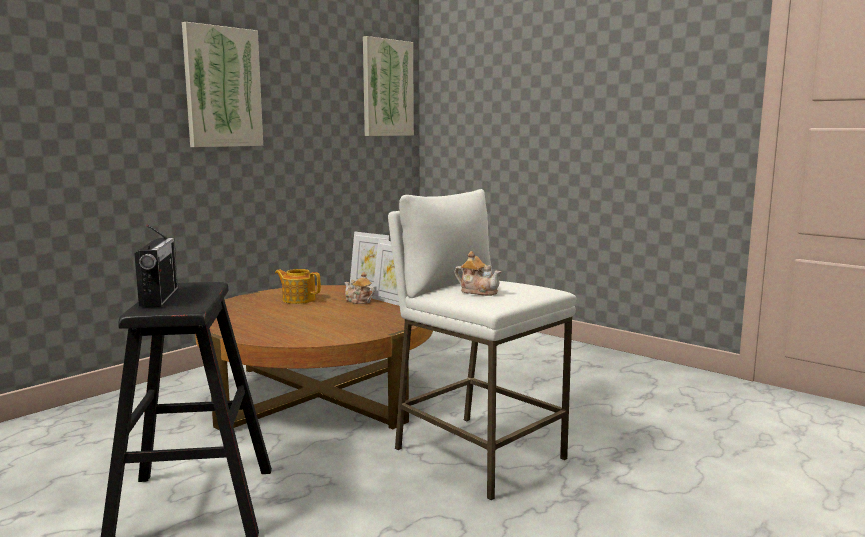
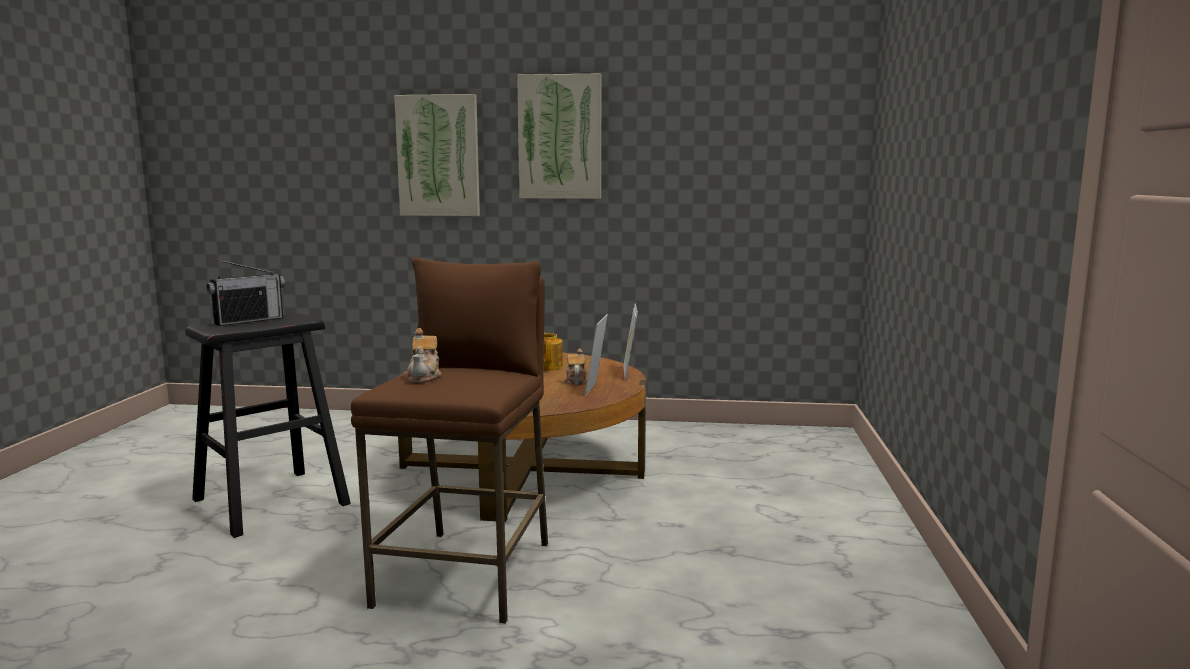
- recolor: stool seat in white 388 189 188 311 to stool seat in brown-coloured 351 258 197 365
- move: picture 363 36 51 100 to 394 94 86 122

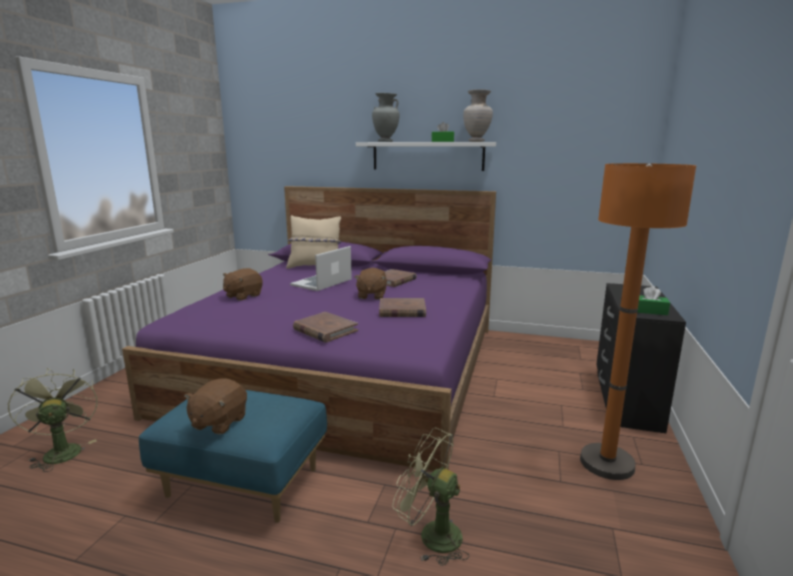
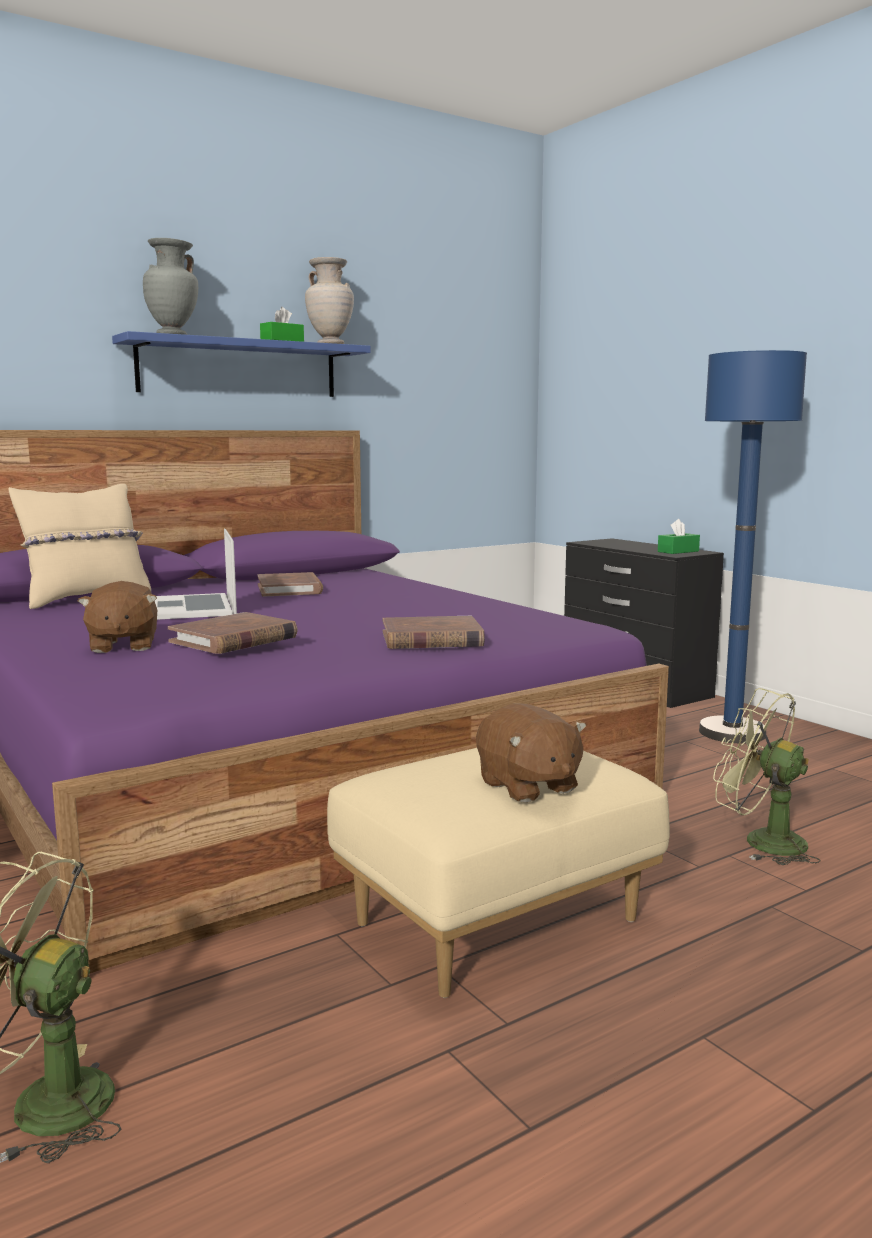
- recolor: bracket shelf in white 356 142 140 29 to bracket shelf in blue 112 331 259 66
- move: bound book in brown-coloured 379 298 47 19 to 168 612 129 42
- recolor: pouffe in blue 139 390 188 133 to pouffe in beige-coloured 327 748 343 250
- recolor: standard lamp in orange-coloured 580 163 116 317 to standard lamp in blue 699 350 108 394
- rotate: fan in green 392 428 77 138 = 713 688 108 177 60 degrees clockwise
- delete: soft toy in brown-coloured 355 268 32 32

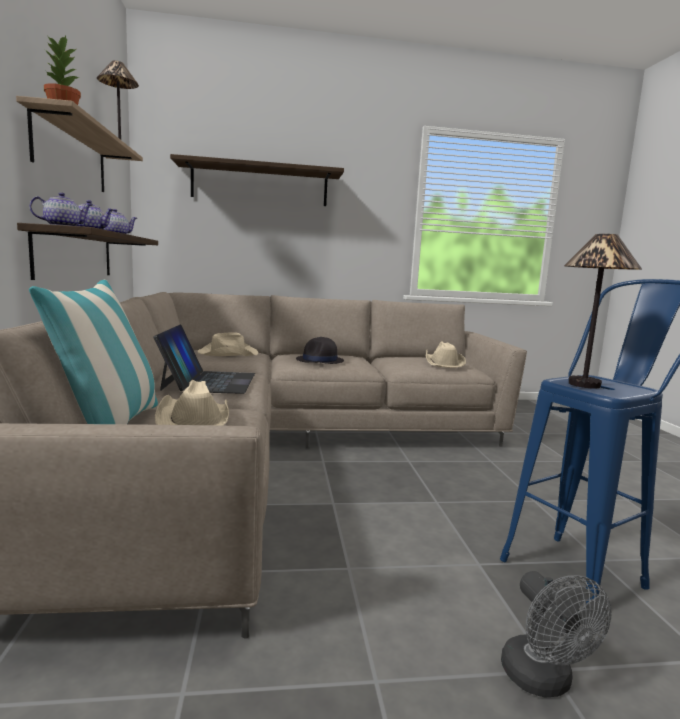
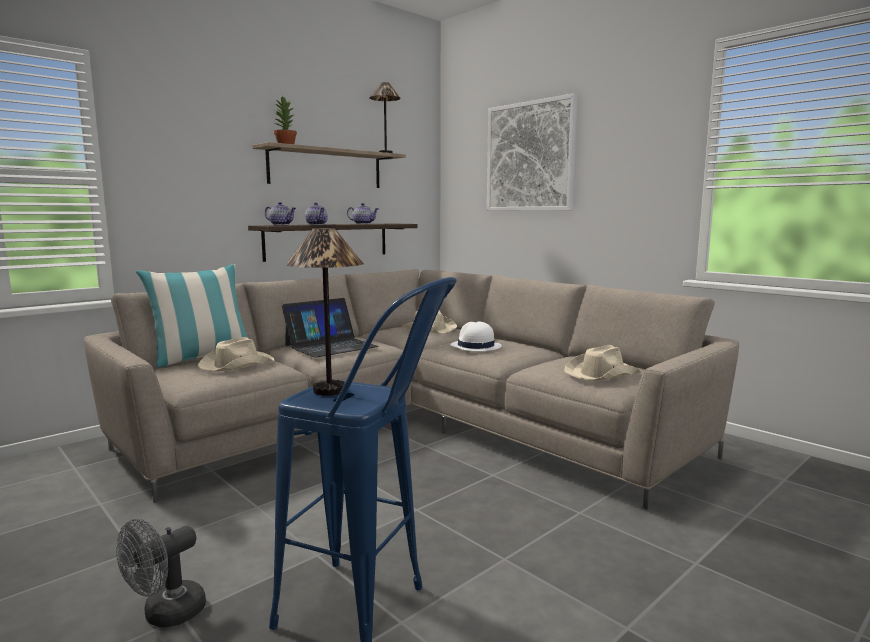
- recolor: clothing hat in black-coloured 296 337 48 27 to clothing hat in white 450 322 52 29
- replace: bracket shelf 170 154 174 52 to picture 487 93 91 118

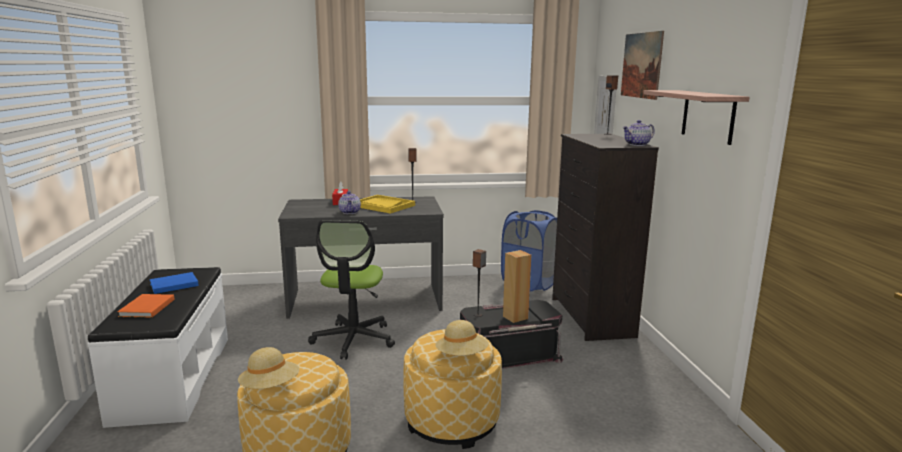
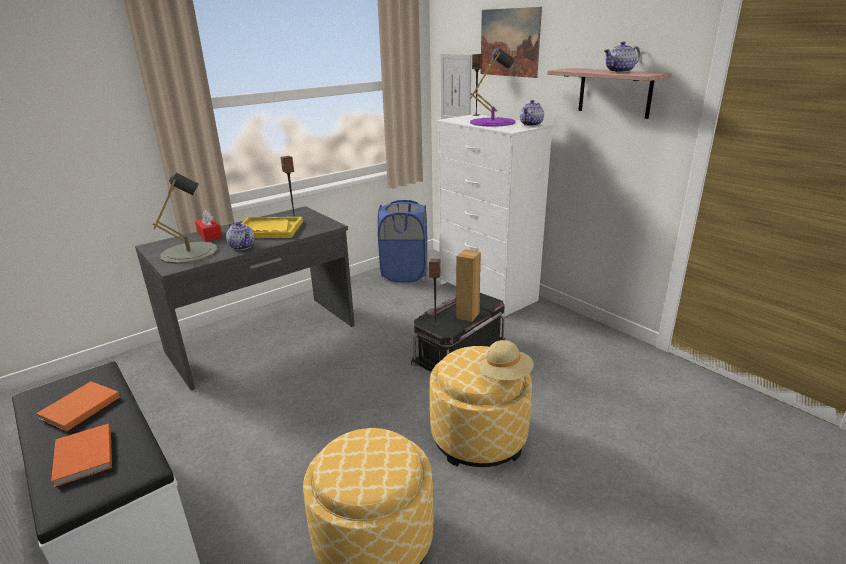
- recolor: bound book in blue 150 272 49 22 to bound book in orange-coloured 36 381 84 51
- insert: tabletop lamp in grey 153 173 65 91
- recolor: drawer chest in black-coloured 552 134 107 207 to drawer chest in white 436 114 117 203
- insert: tabletop lamp in purple-coloured 470 48 46 79
- insert: teapot 604 41 36 32
- delete: clothing hat in beige-coloured 238 347 61 42
- delete: office chair 308 220 87 140

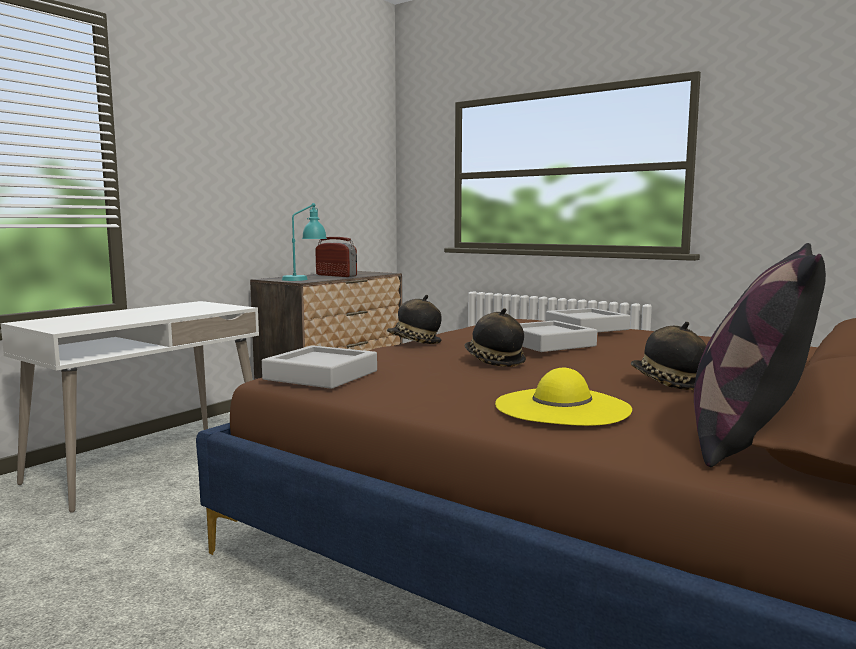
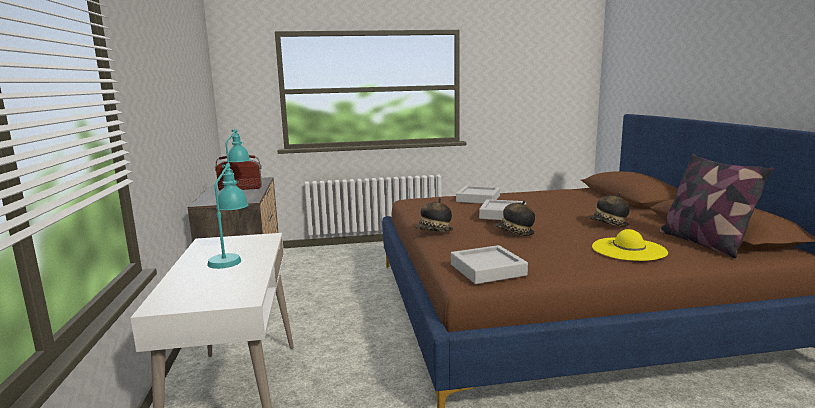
- insert: tabletop lamp in turquoise 207 164 41 105

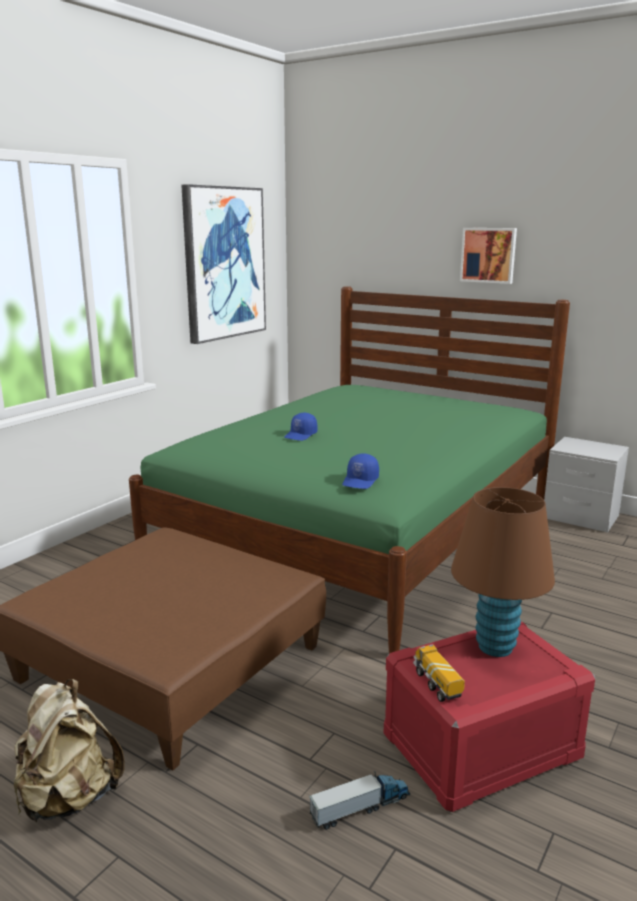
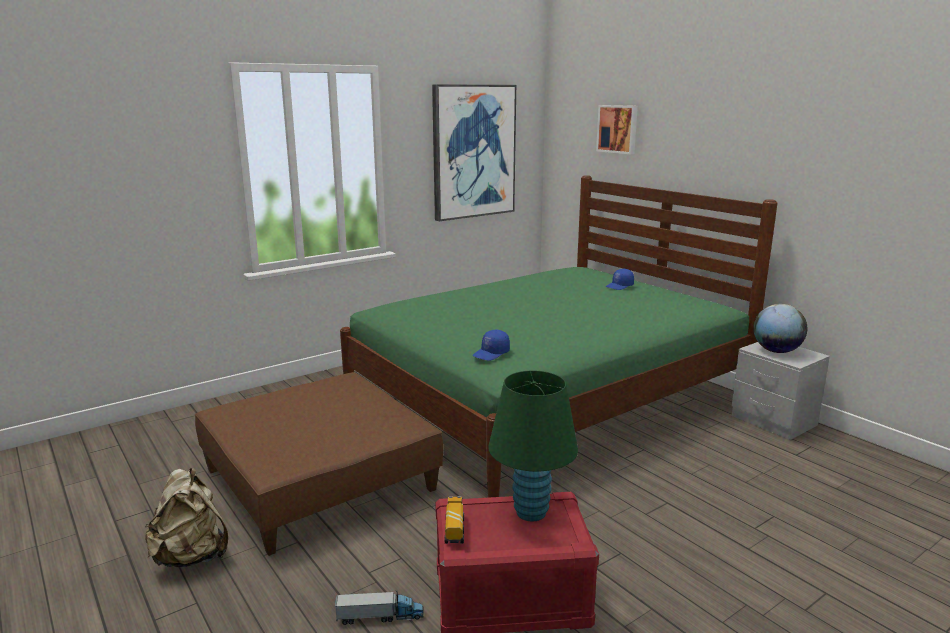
- recolor: tabletop lamp in brown-coloured 451 487 104 170 to tabletop lamp in green 488 371 90 150
- move: picture 460 228 57 56 to 596 105 42 49
- move: baseball cap in blue 284 413 33 28 to 606 269 28 21
- insert: globe 753 304 54 49

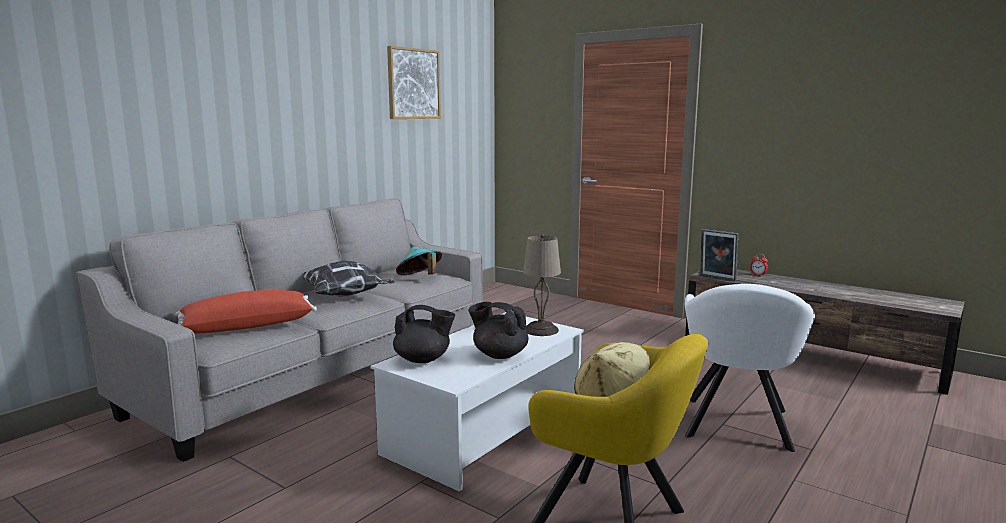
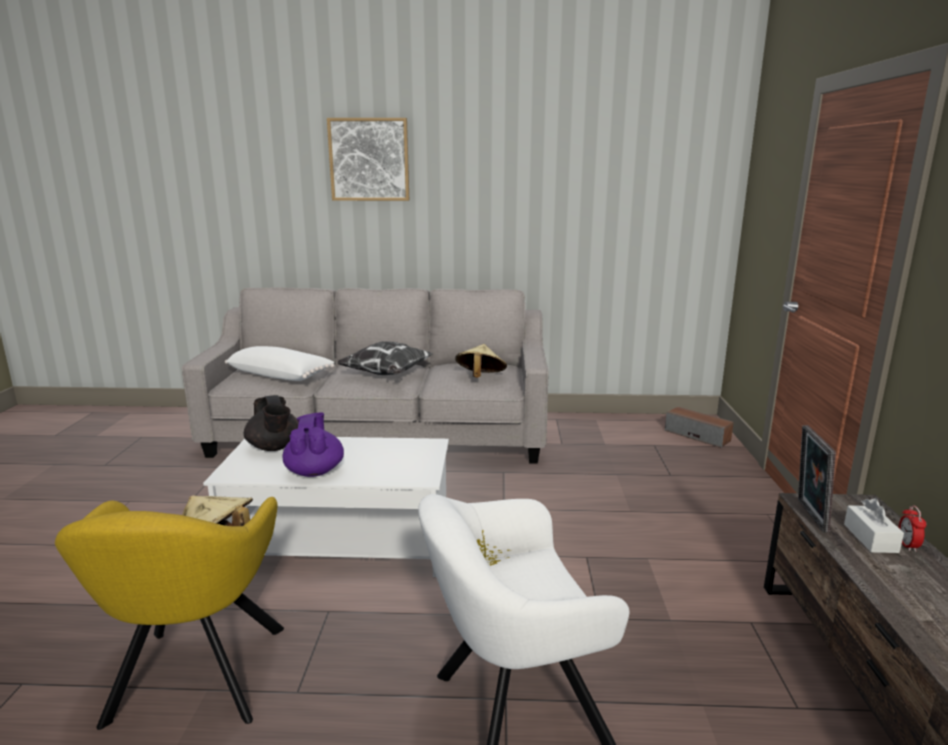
- recolor: pillow in red 175 290 142 43 to pillow in white 225 346 110 35
- recolor: teapot in black-coloured 468 302 60 57 to teapot in purple-coloured 283 412 61 65
- move: picture 387 46 54 73 to 327 118 82 83
- recolor: clothing hat in turquoise 396 246 46 30 to clothing hat in beige-coloured 455 344 52 34
- insert: audio speaker 665 407 69 41
- insert: box of tissues in white 844 498 60 55
- delete: tabletop lamp in beige-coloured 523 234 38 102

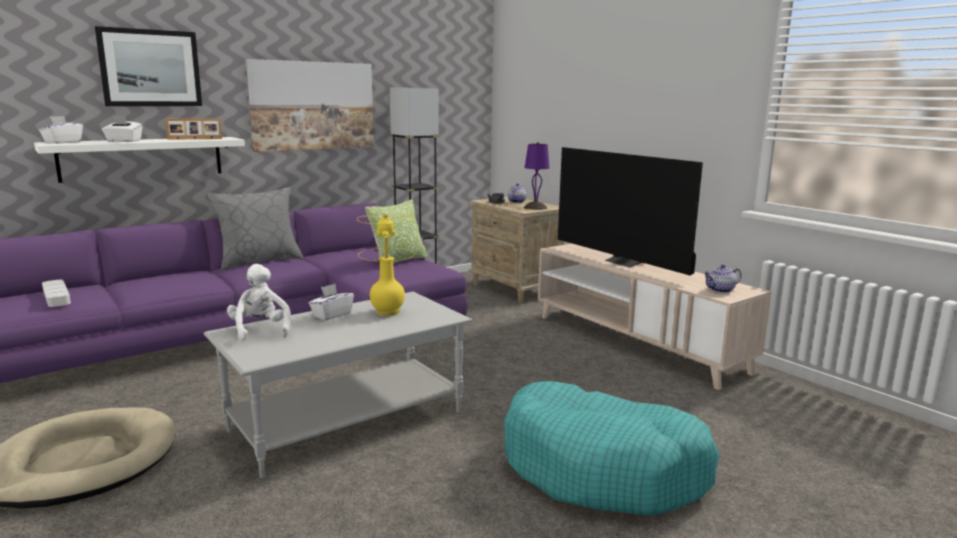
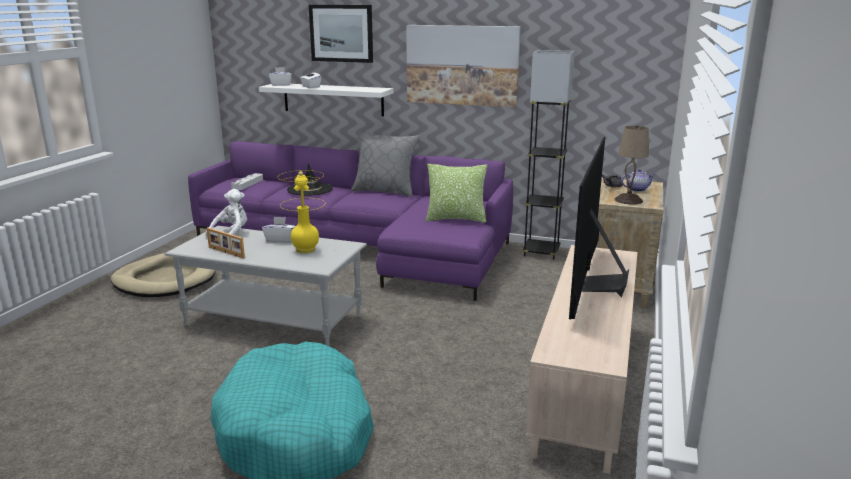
- move: photo frame 165 119 57 21 to 207 228 38 30
- insert: clothing hat in black-coloured 287 163 46 33
- recolor: tabletop lamp in purple-coloured 524 142 26 68 to tabletop lamp in beige-coloured 615 125 34 80
- delete: teapot 703 264 39 29

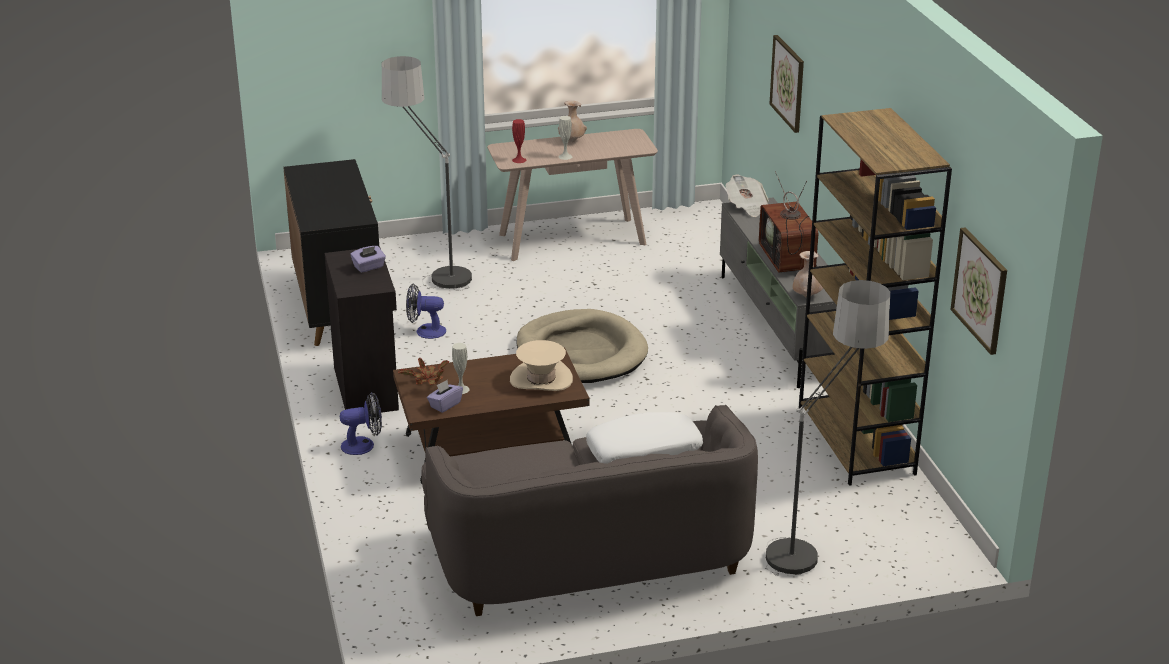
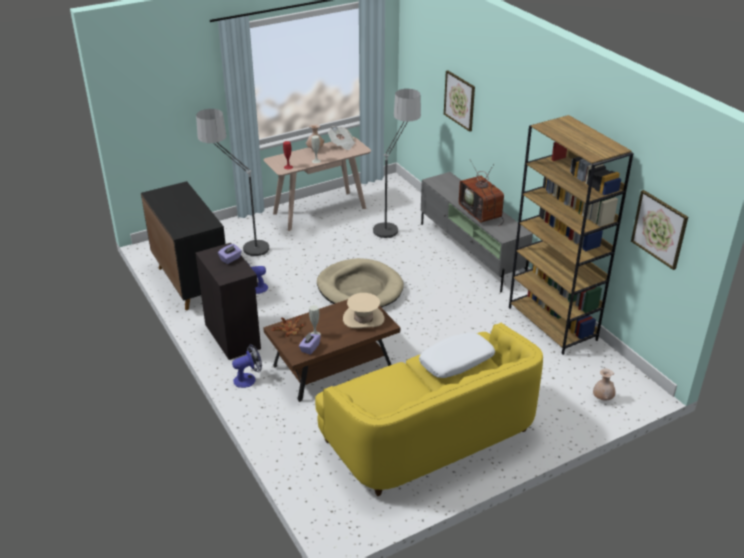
- recolor: settee in grey 421 405 337 211 to settee in yellow-coloured 315 323 228 173
- move: newspaper 725 174 44 43 to 328 126 28 25
- move: standard lamp 766 280 124 295 to 372 89 49 151
- move: decorative vase in beige-coloured 792 251 31 47 to 593 369 23 31

